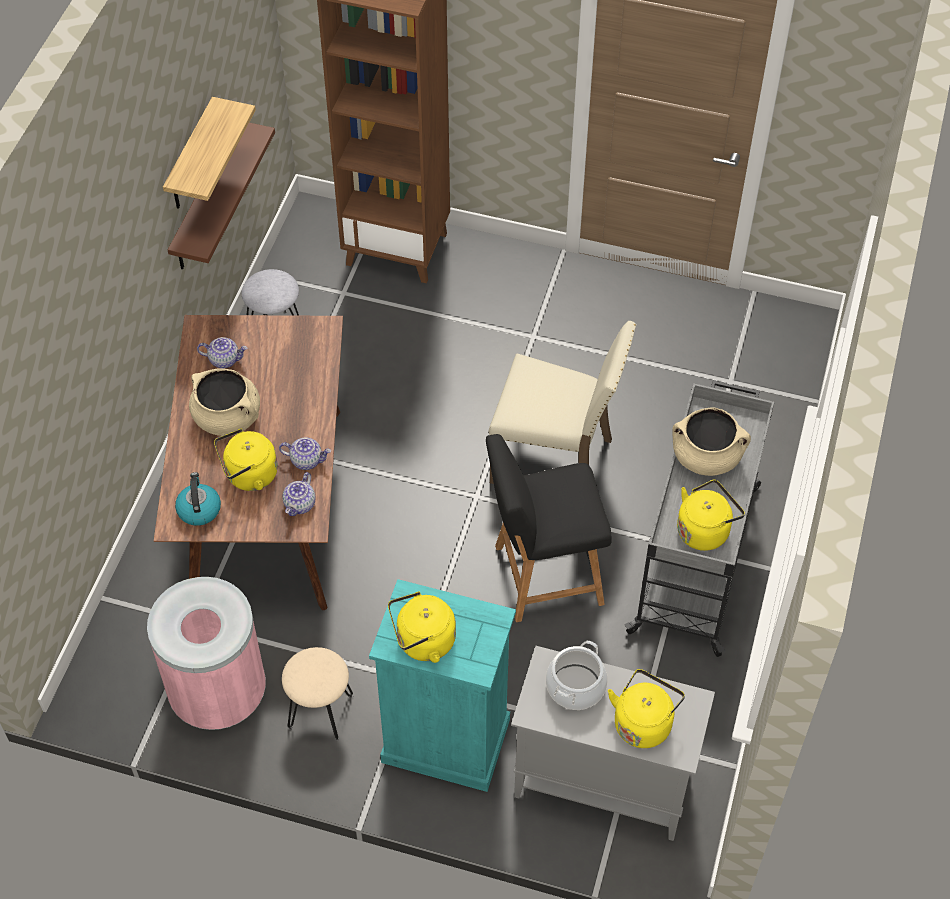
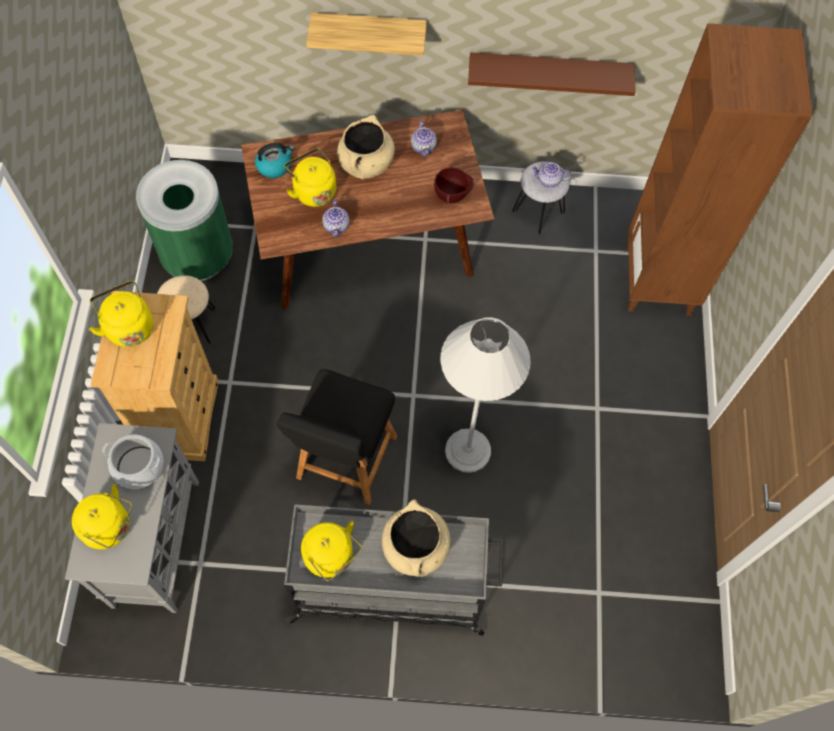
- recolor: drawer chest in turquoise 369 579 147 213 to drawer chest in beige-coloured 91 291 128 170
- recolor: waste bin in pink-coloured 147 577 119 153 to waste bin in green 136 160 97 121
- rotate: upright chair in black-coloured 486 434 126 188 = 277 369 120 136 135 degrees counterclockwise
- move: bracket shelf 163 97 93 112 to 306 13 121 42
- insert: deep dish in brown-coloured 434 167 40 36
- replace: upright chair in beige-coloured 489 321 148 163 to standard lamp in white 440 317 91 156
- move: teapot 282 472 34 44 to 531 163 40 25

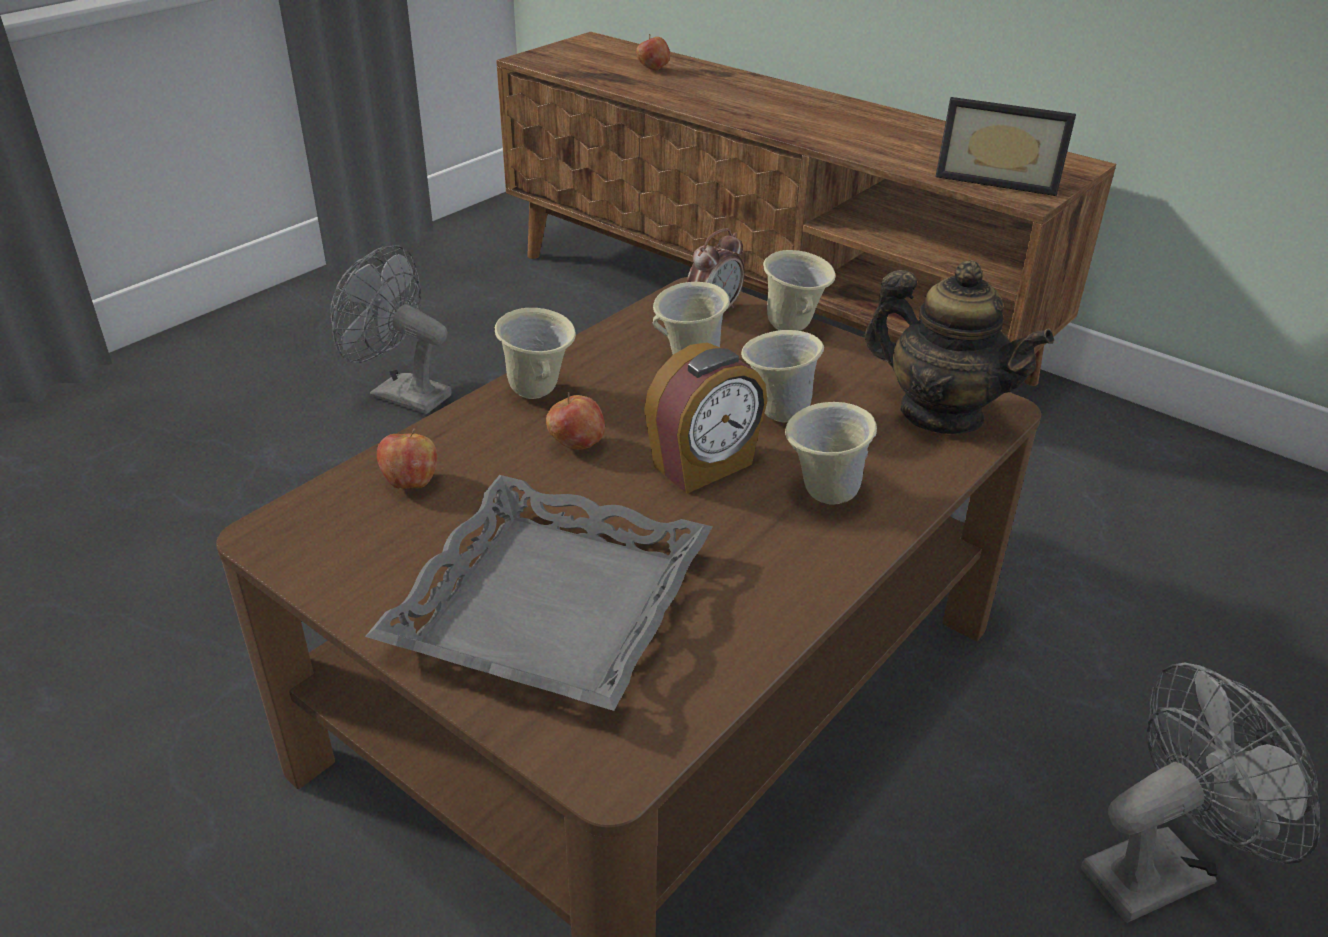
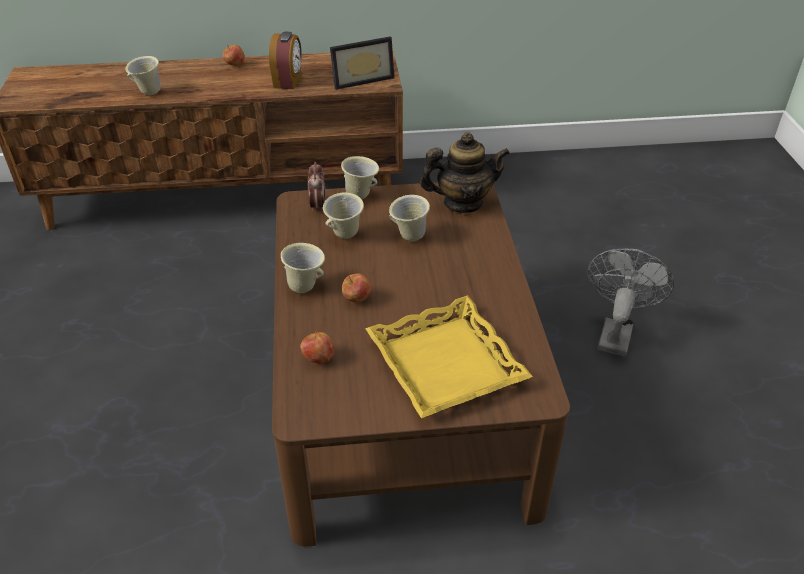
- move: tea mug in beige-coloured 785 402 92 103 to 126 56 35 39
- move: whole apple 636 34 34 37 to 223 45 22 21
- move: alarm clock 644 342 123 151 to 269 32 33 57
- recolor: serving tray in grey 365 475 347 236 to serving tray in yellow-coloured 365 295 168 123
- delete: fan in grey 330 245 122 169

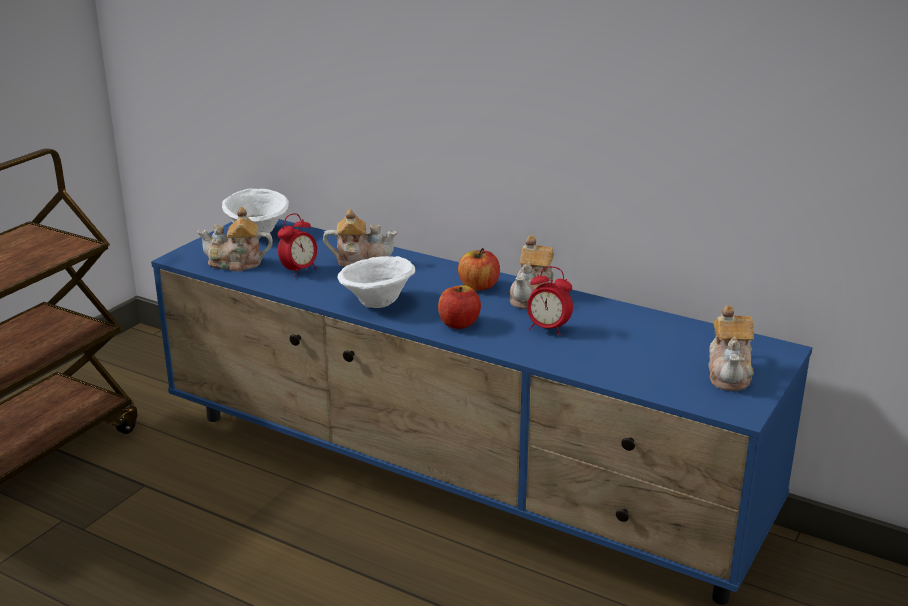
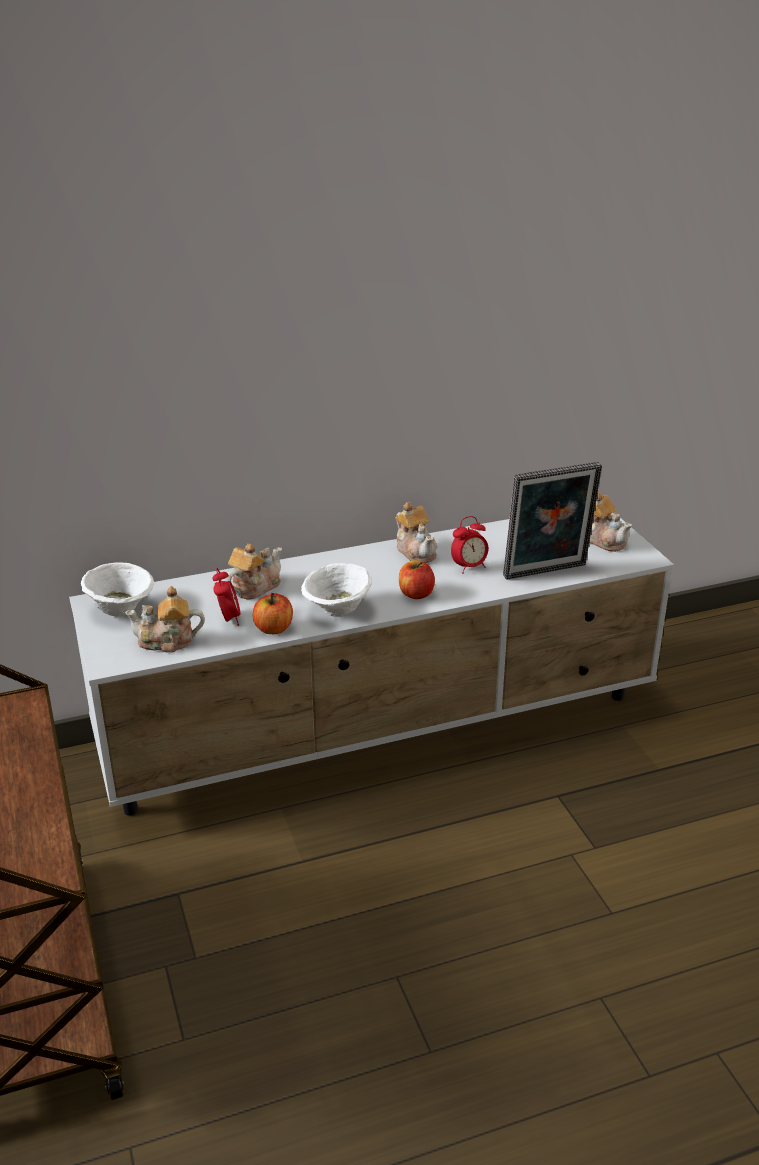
- recolor: tv stand in blue 151 219 661 386 to tv stand in white 69 513 605 303
- rotate: teapot 197 207 76 65 = 125 586 80 67 45 degrees clockwise
- move: whole apple 458 248 42 43 to 253 593 40 41
- insert: photo frame 503 462 99 118

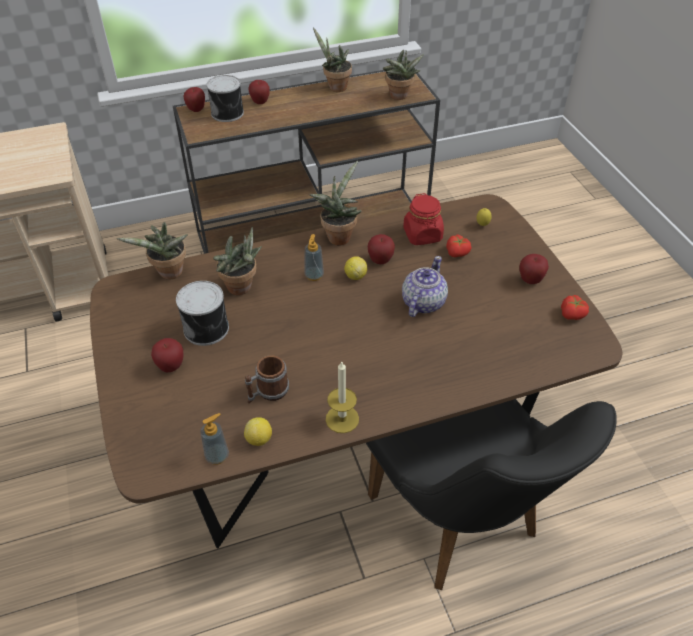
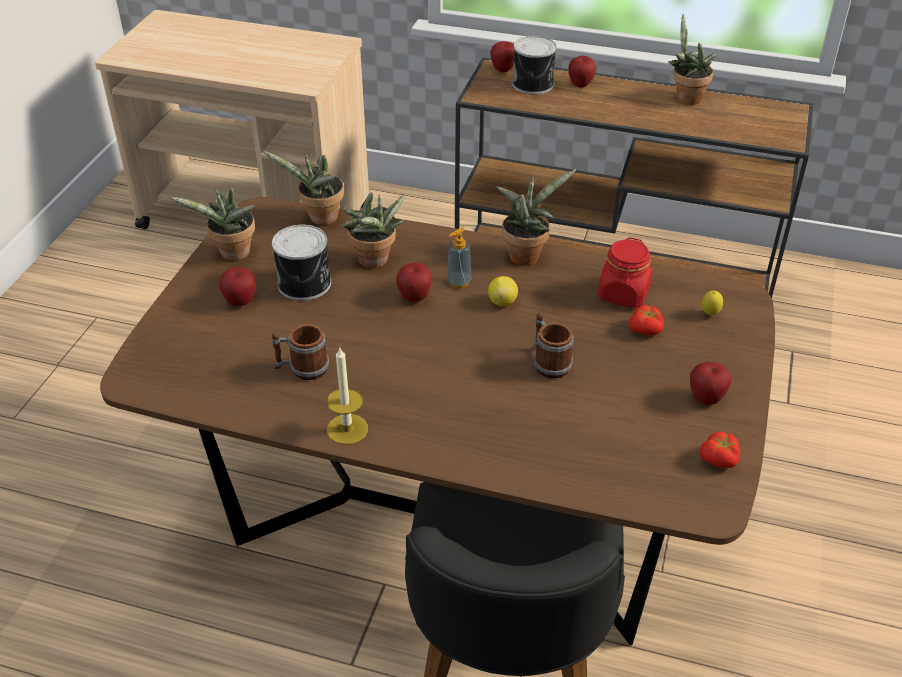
- move: houseplant 383 50 41 50 to 169 188 86 73
- move: whole apple 368 234 27 30 to 396 263 36 39
- replace: teapot 402 256 46 61 to tea mug 534 313 40 66
- delete: soap bottle 200 413 29 52
- delete: citrus fruit 244 417 28 29

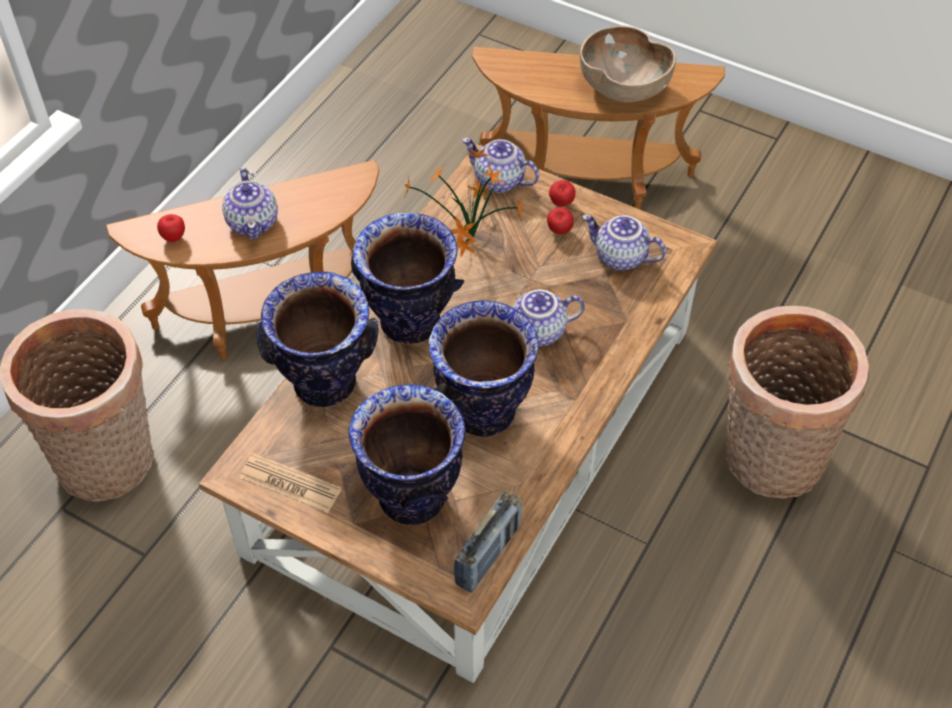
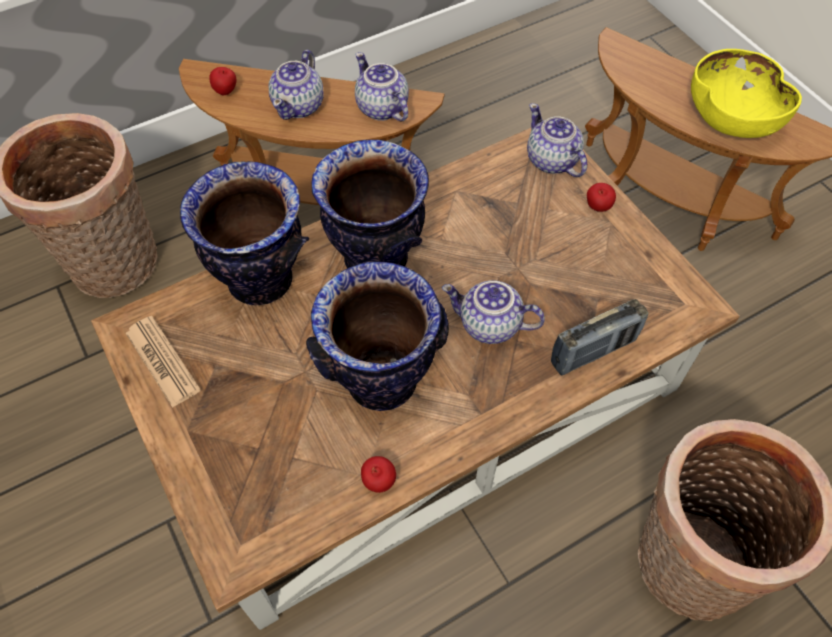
- move: teapot 582 214 84 56 to 355 52 54 70
- move: whole apple 547 207 27 27 to 361 456 35 37
- move: radio receiver 454 492 68 101 to 551 299 97 77
- recolor: deep dish in brown-coloured 580 26 96 76 to deep dish in yellow-coloured 691 49 111 89
- delete: decorative vase 348 384 118 141
- delete: houseplant 405 148 119 109

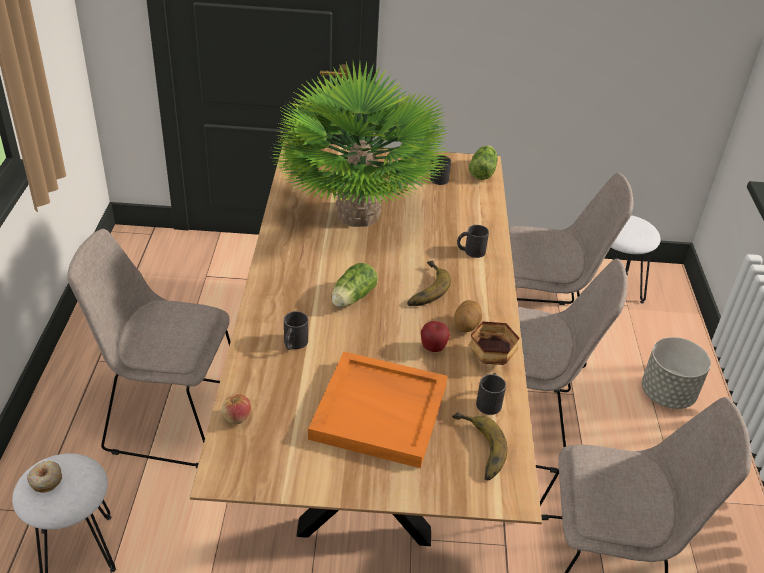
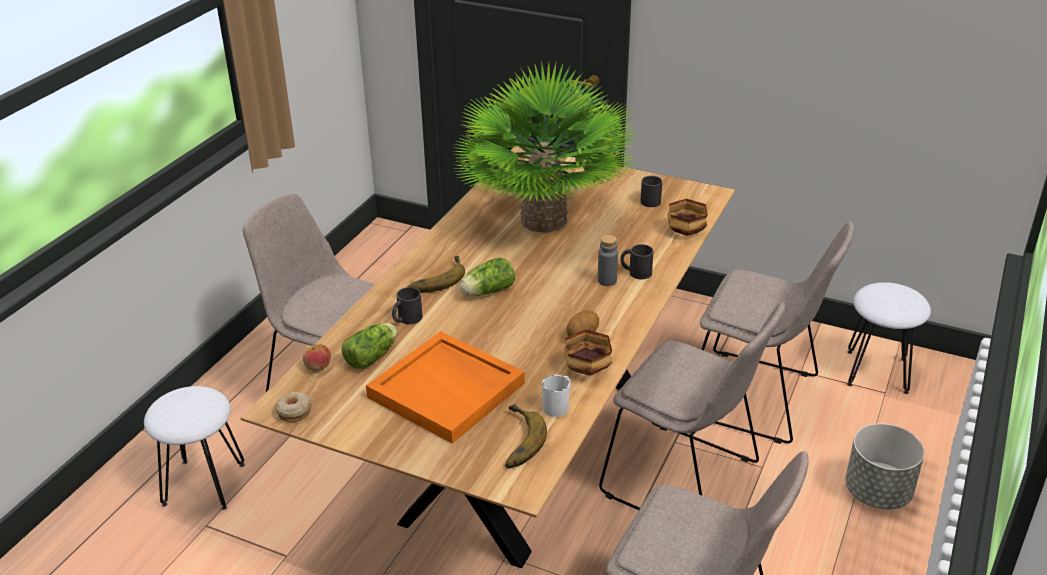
- move: ring doughnut 27 461 35 31 to 275 392 36 30
- move: head of lettuce 469 146 29 34 to 341 323 57 46
- move: banana fruit 407 260 44 46 to 407 256 58 37
- recolor: tea mug in black-coloured 476 373 30 42 to tea mug in white 542 375 29 42
- insert: drink bottle in grey 598 235 20 51
- insert: deep dish 667 199 41 37
- delete: whole apple 421 321 29 31

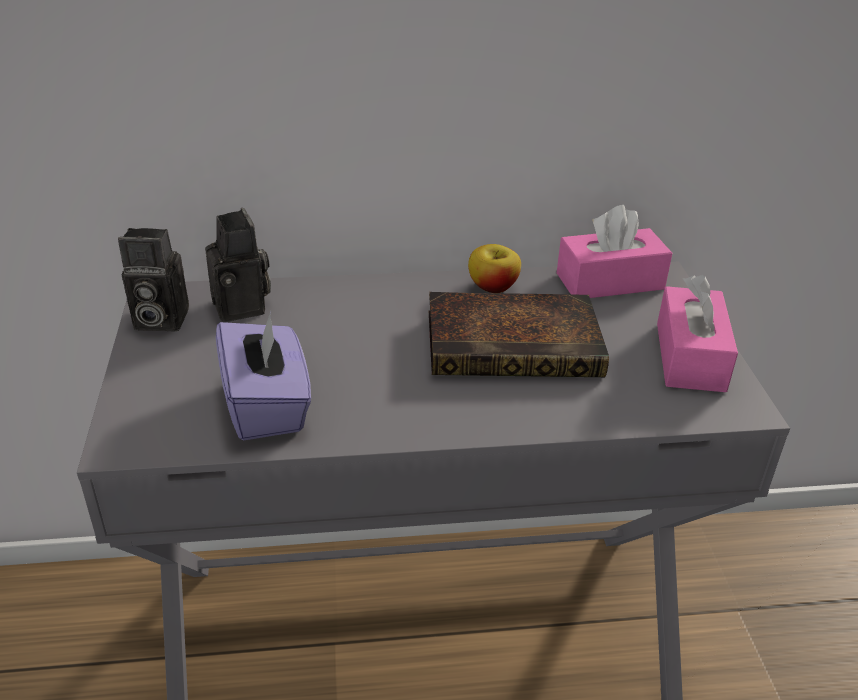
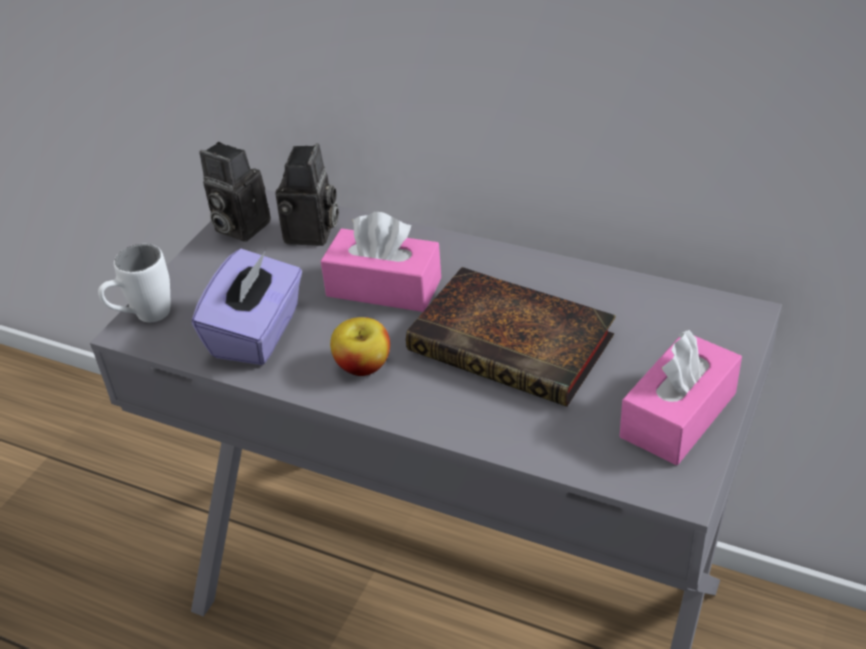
- insert: tea mug in white 98 244 72 78
- move: box of tissues in pink-coloured 557 205 115 93 to 321 212 120 100
- move: whole apple 468 244 53 49 to 330 317 60 59

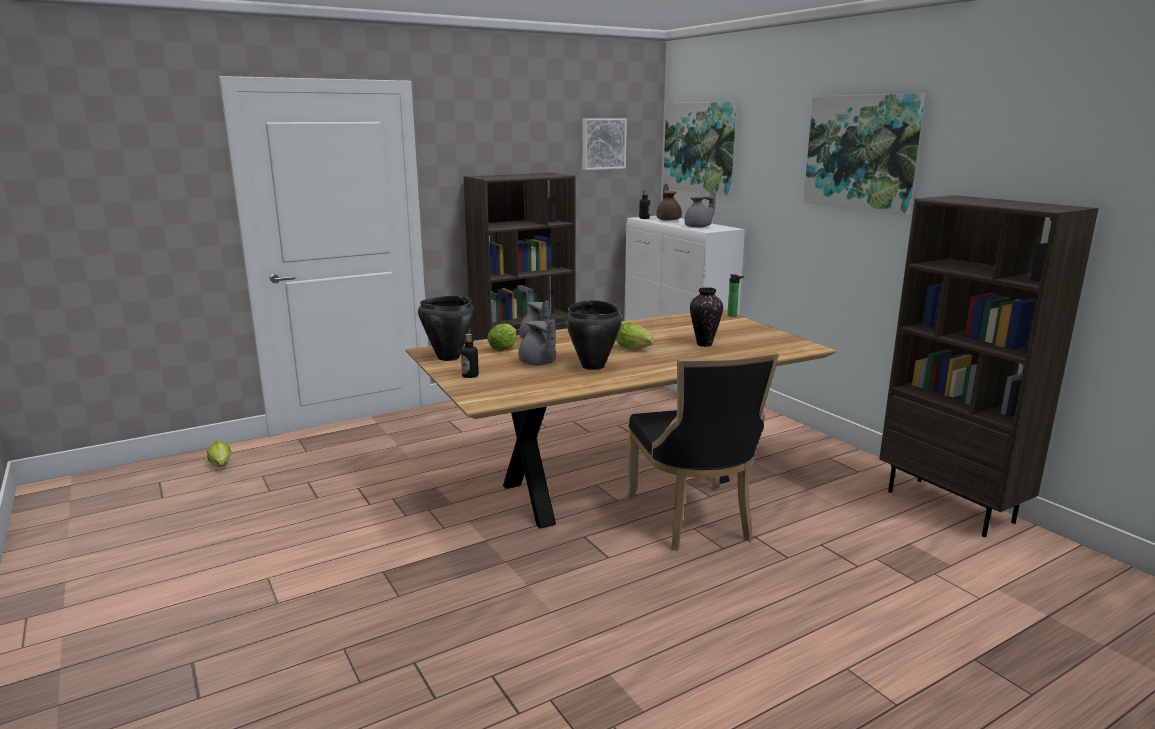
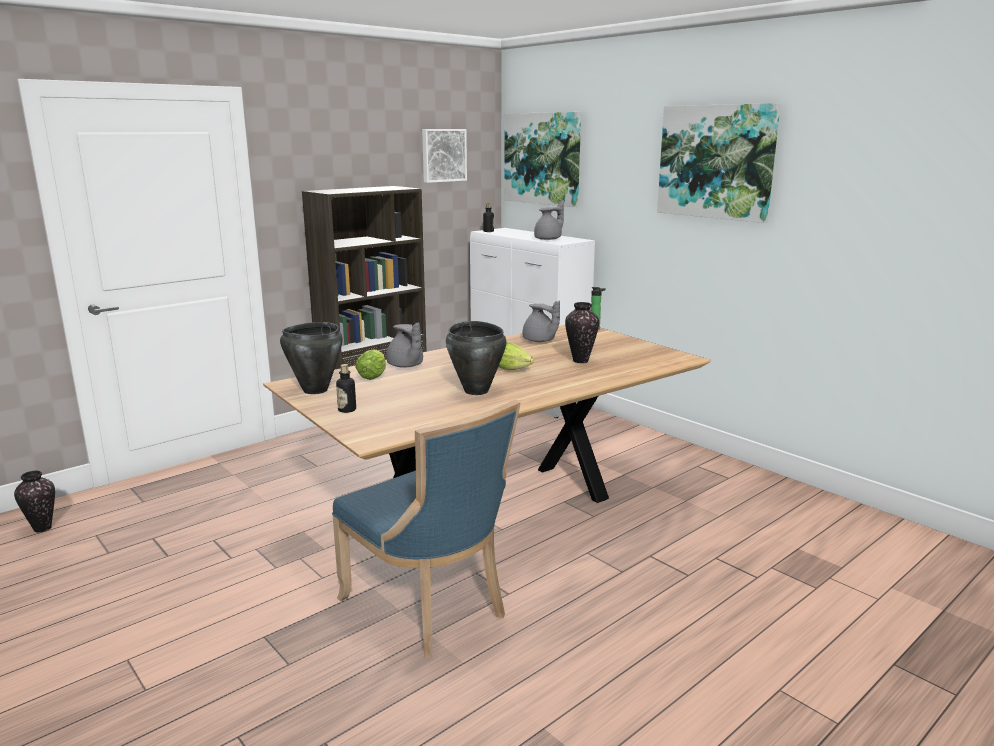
- replace: head of lettuce 207 441 25 26 to decorative vase 14 471 41 61
- insert: upright chair in blue 332 400 189 258
- move: teapot in grey 518 319 38 46 to 522 301 38 41
- delete: upright chair in black-coloured 626 351 153 200
- delete: teapot in brown-coloured 656 184 26 37
- delete: bookcase in brown-coloured 879 195 220 342

